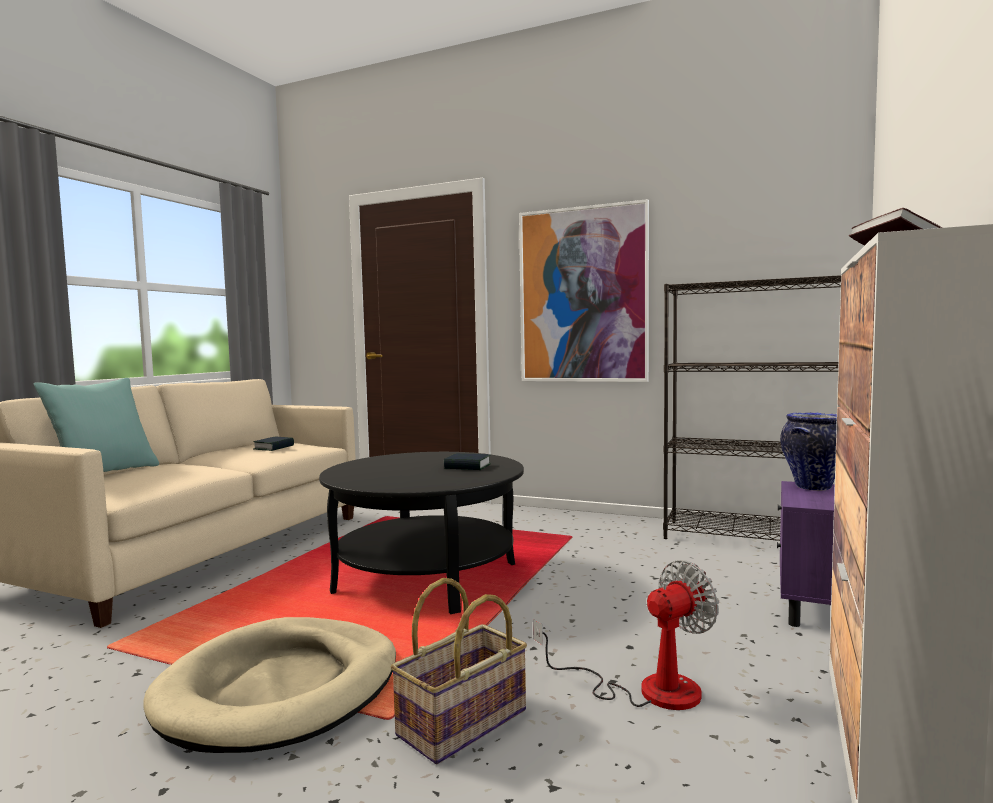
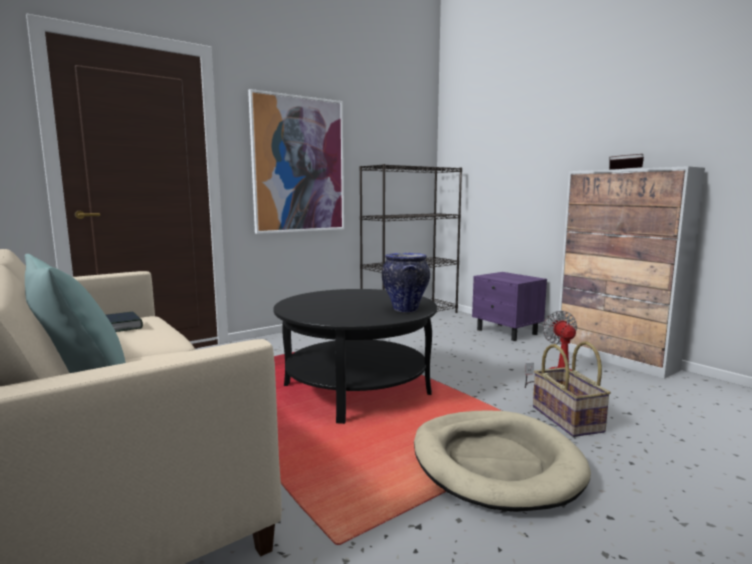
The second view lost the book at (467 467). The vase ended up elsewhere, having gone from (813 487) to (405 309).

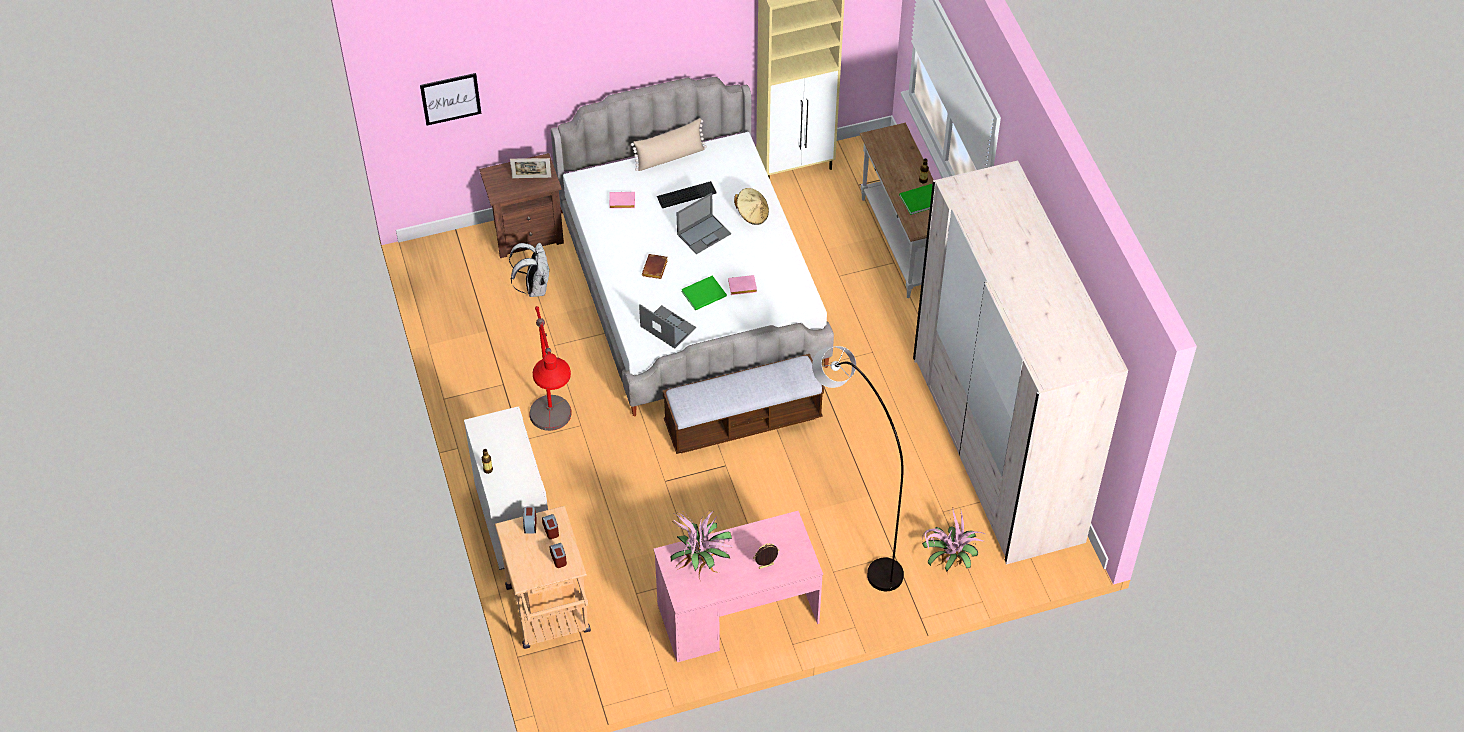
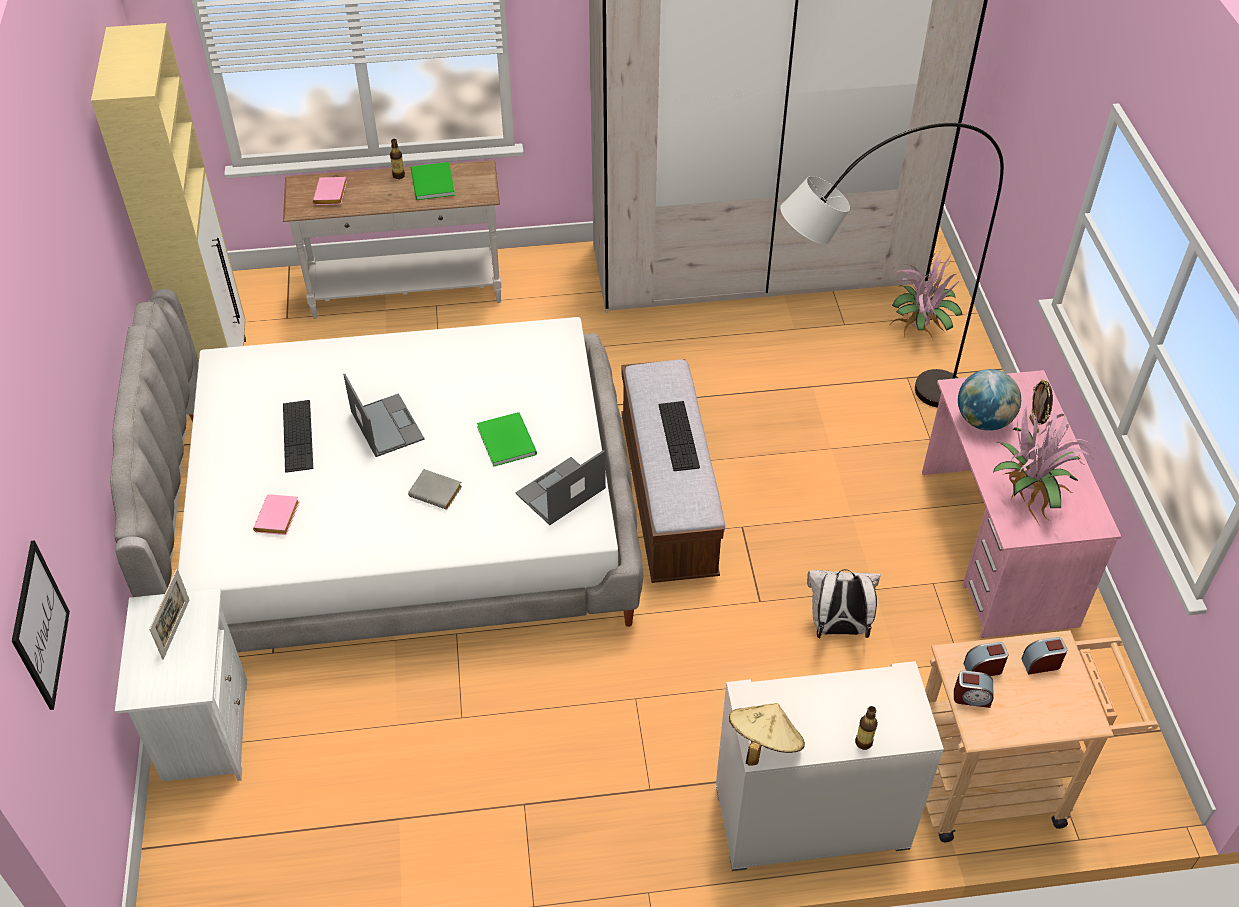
The second view lost the floor lamp in red at (555 437). The second view lost the pillow in beige at (670 157). The second view gained the keyboard at (678 436). The second view gained the globe at (983 421). The backpack in white ended up elsewhere, having gone from (534 287) to (837 628). The book in pink ended up elsewhere, having gone from (741 287) to (331 195). The hat in beige ended up elsewhere, having gone from (752 214) to (763 743). What was the nightstand in brown at (527 234) turned into the nightstand in white at (204 732). What was the book in brown at (655 269) turned into the book in grey at (437 492).

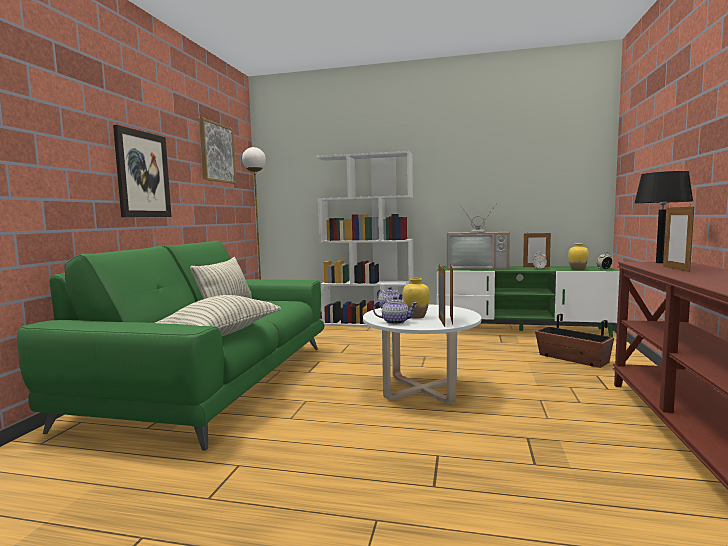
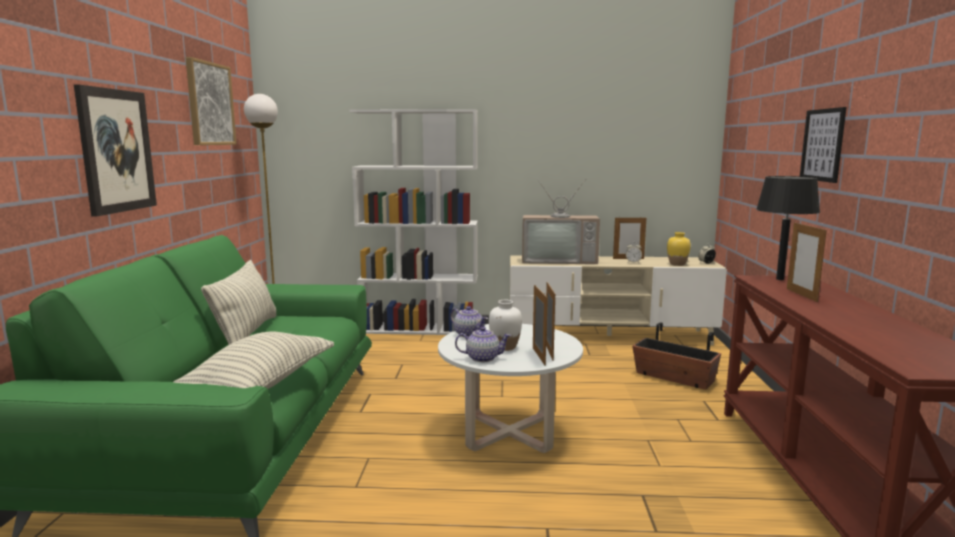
The second view gained the picture at (822 145). What was the vase in yellow at (416 316) turned into the vase in white at (505 347). What was the tv stand in green at (521 330) turned into the tv stand in beige at (609 336).

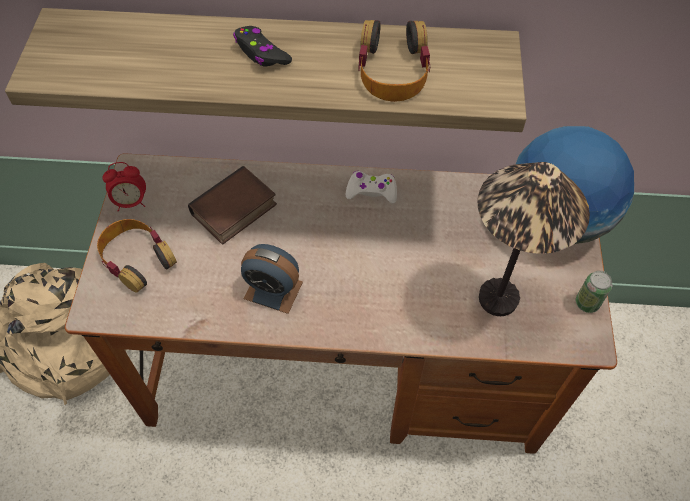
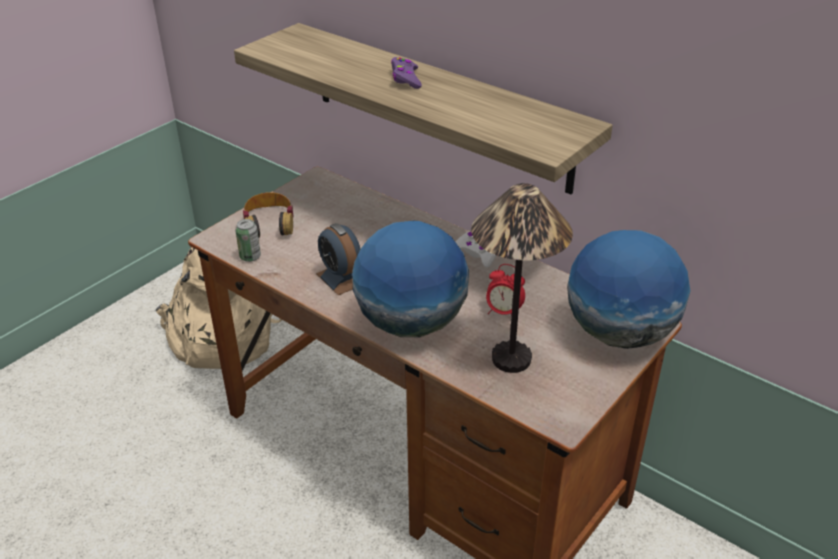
The second view lost the book at (234 211). The second view lost the headphones at (393 69). The second view gained the globe at (411 323). The alarm clock ended up elsewhere, having gone from (131 202) to (503 312). The can ended up elsewhere, having gone from (587 303) to (250 257). What was the game controller in black at (261 53) turned into the game controller in purple at (405 79).

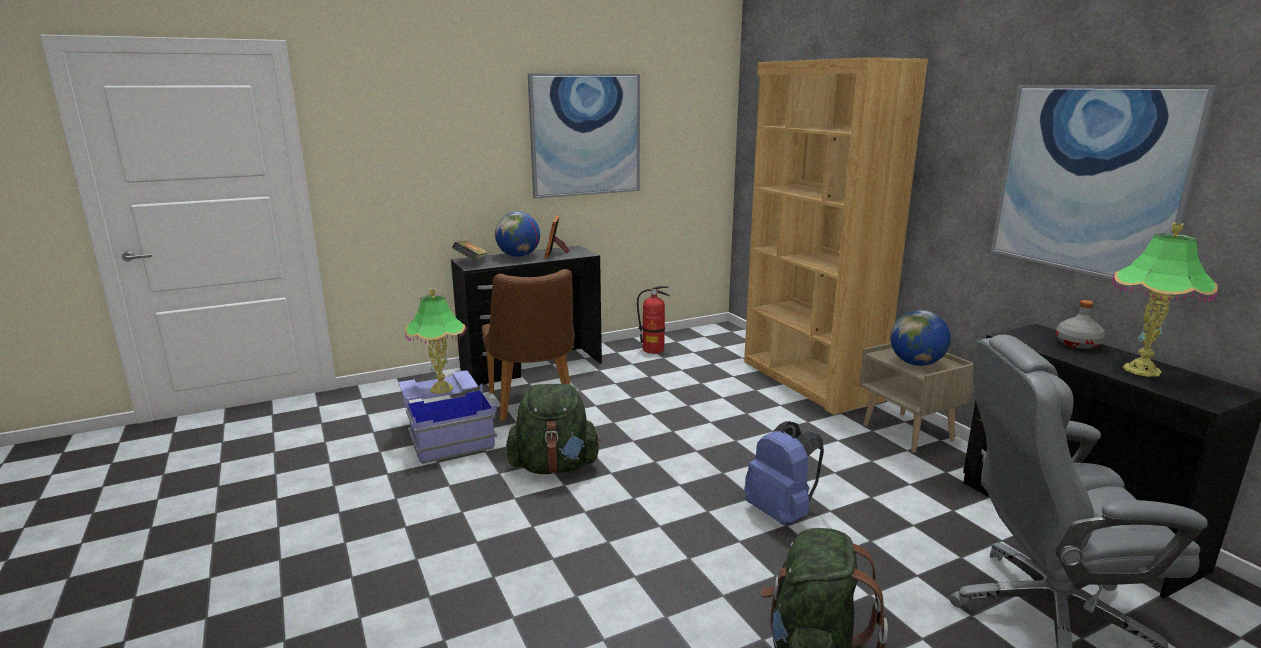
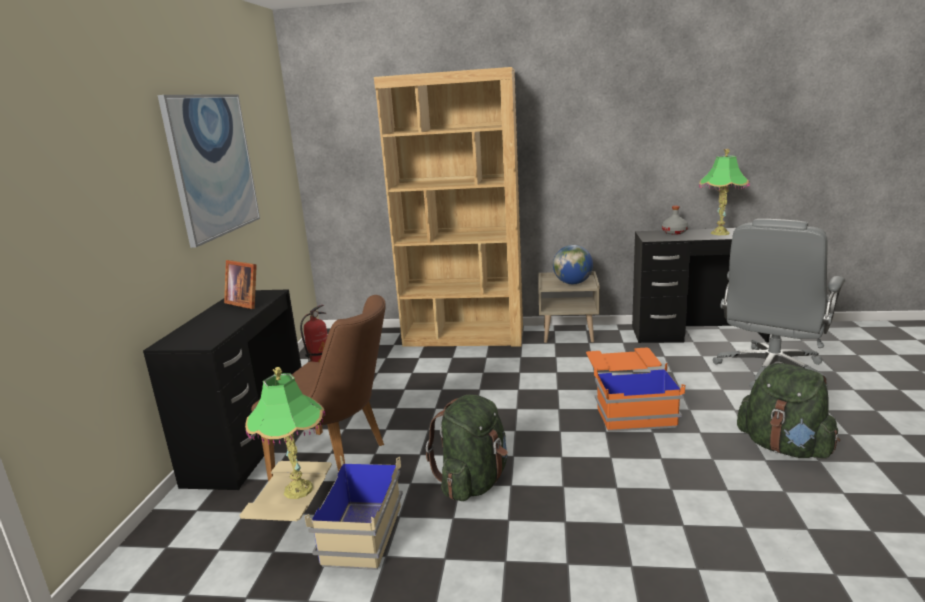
The second view lost the book at (471 262). The second view lost the globe at (519 256). The second view lost the picture at (1090 180). Where the backpack in blue stood at (781 513), the storage box in orange came to stand at (629 406). What was the storage box in blue at (447 434) turned into the storage box in beige at (330 534).

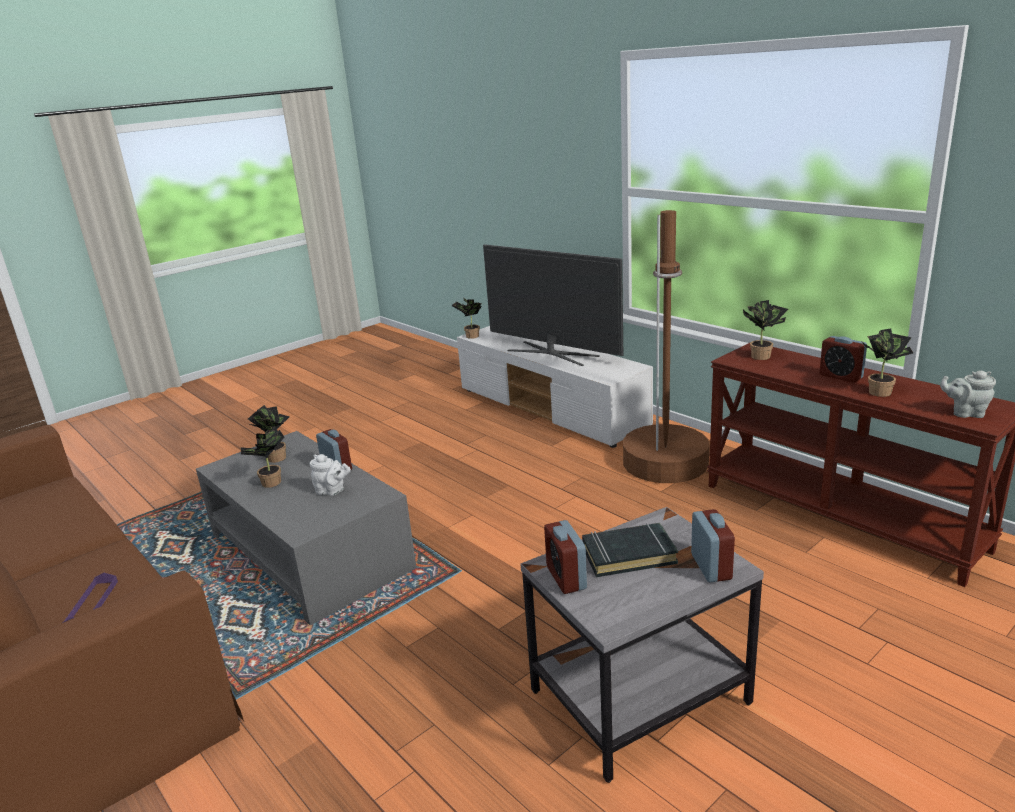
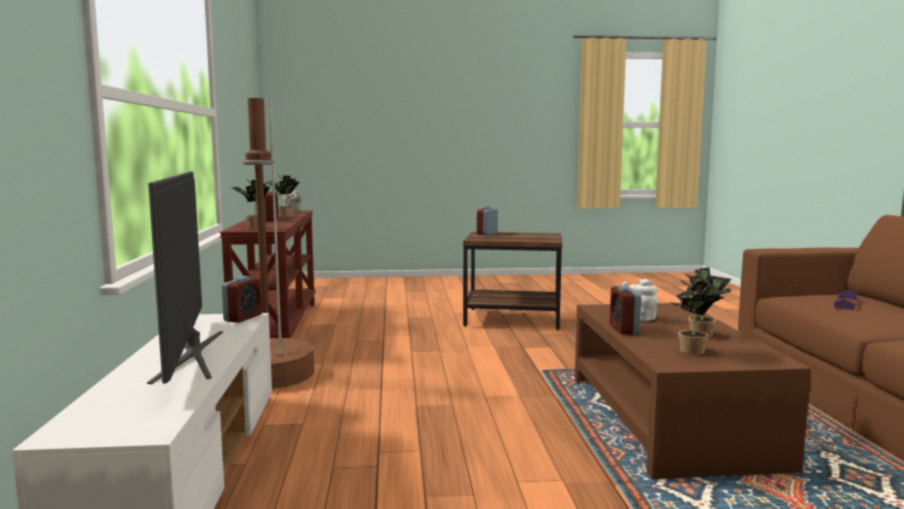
The second view lost the potted plant at (470 336). The second view lost the book in black at (628 555). The alarm clock ended up elsewhere, having gone from (566 578) to (243 318). What was the coffee table in grey at (309 551) turned into the coffee table in brown at (669 420). What was the side table in grey at (640 699) turned into the side table in brown at (513 319).

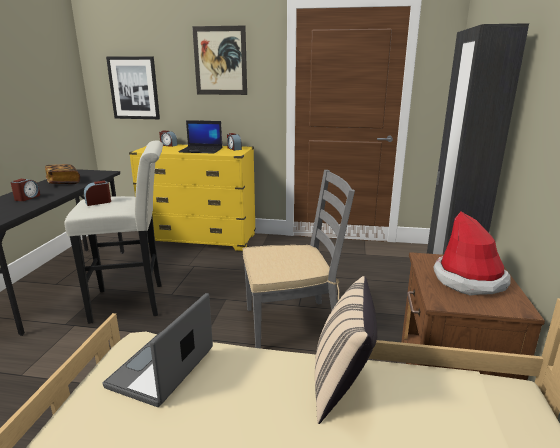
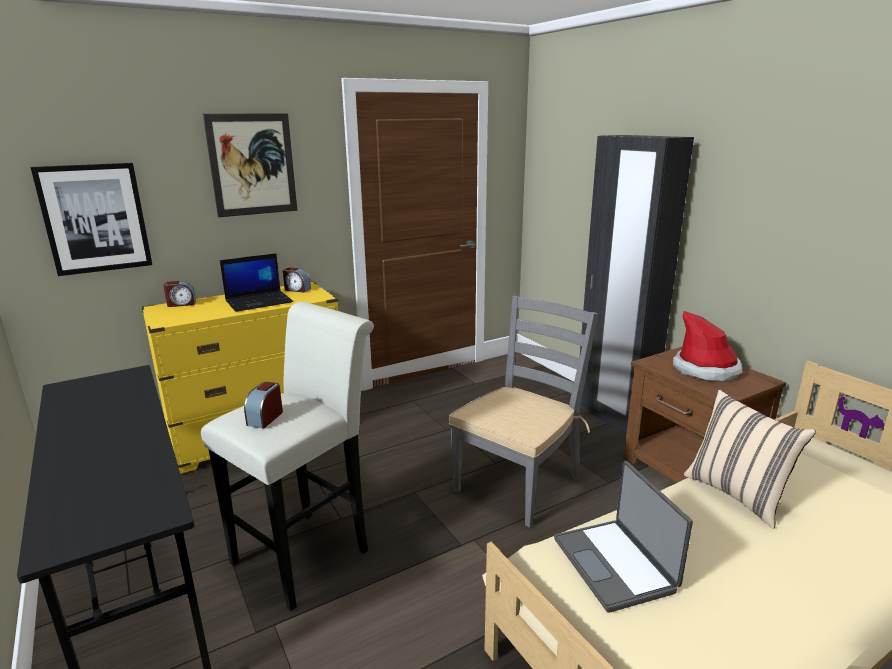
The second view lost the alarm clock at (27 198). The second view lost the book at (63 182).

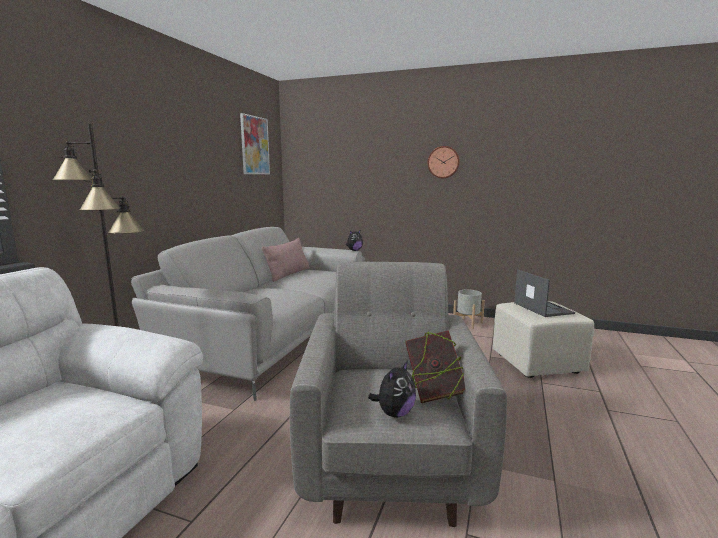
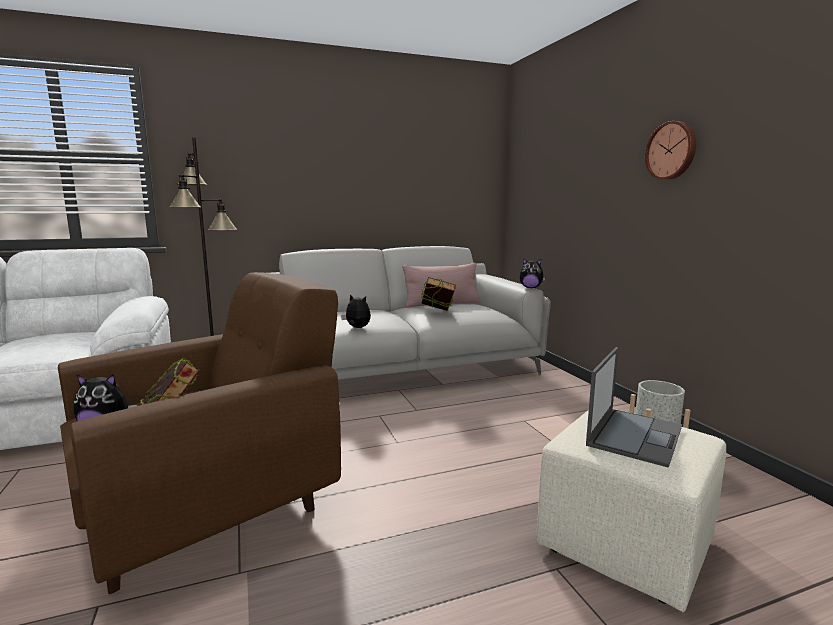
The second view lost the picture at (254 145). The second view gained the plush toy at (357 328). The second view gained the book at (437 313). What was the armchair in grey at (391 459) turned into the armchair in brown at (214 511).

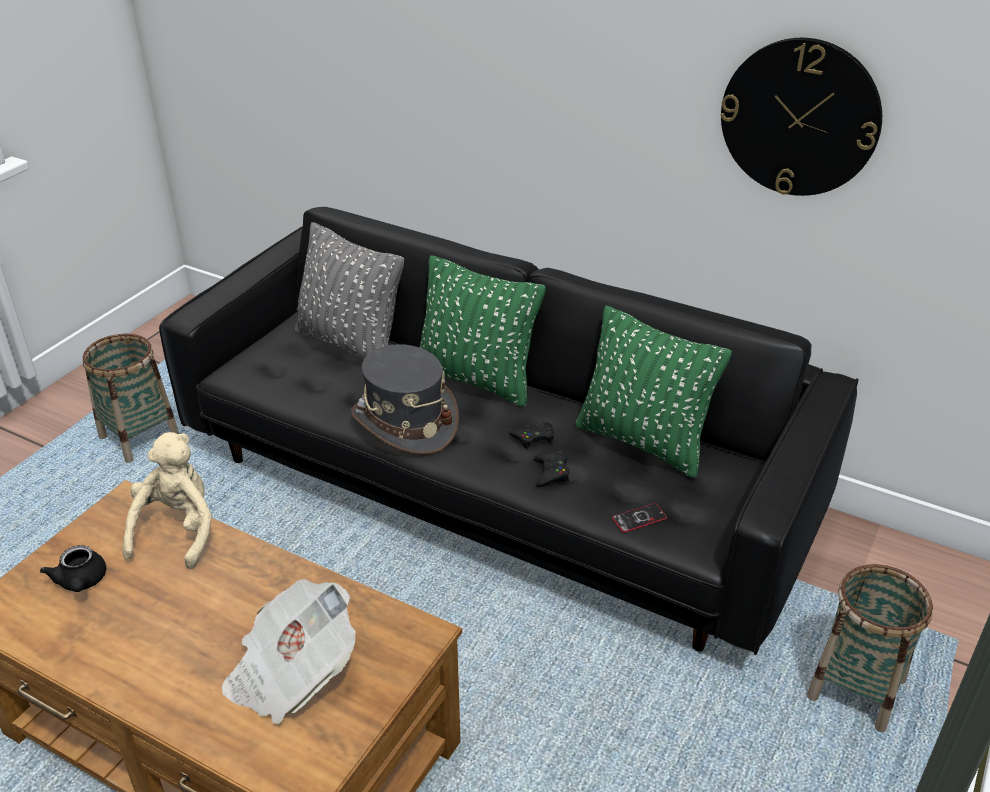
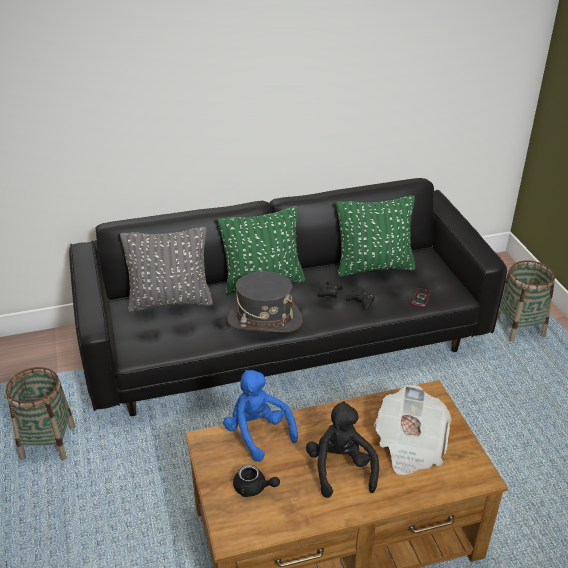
The second view lost the wall clock at (799 118). The second view gained the plush toy in black at (340 468). What was the plush toy in beige at (177 530) turned into the plush toy in blue at (257 433).

